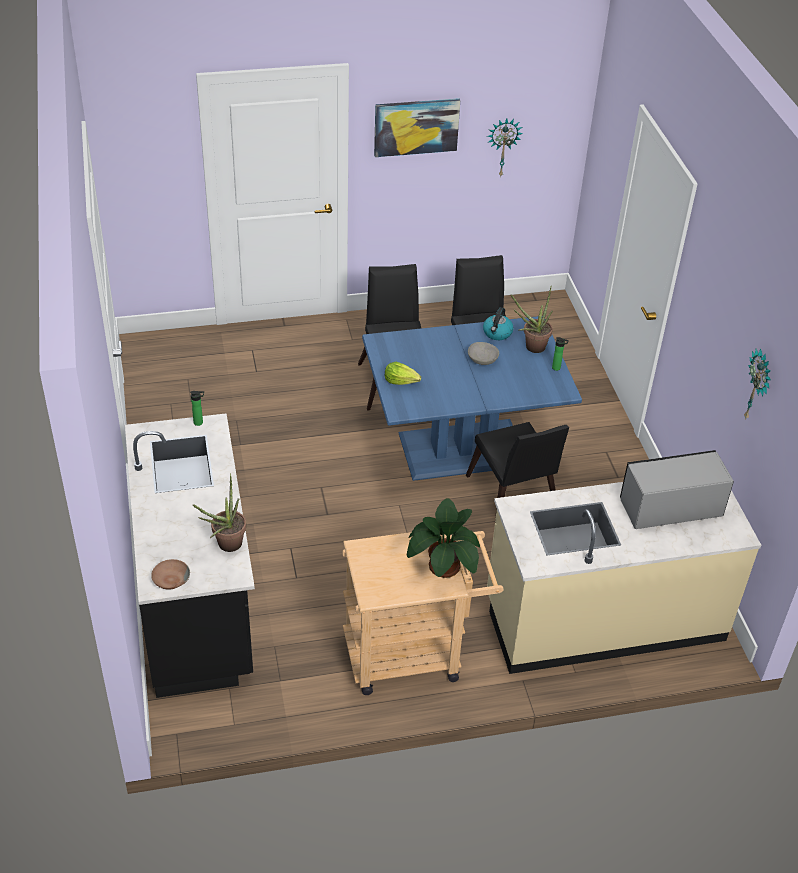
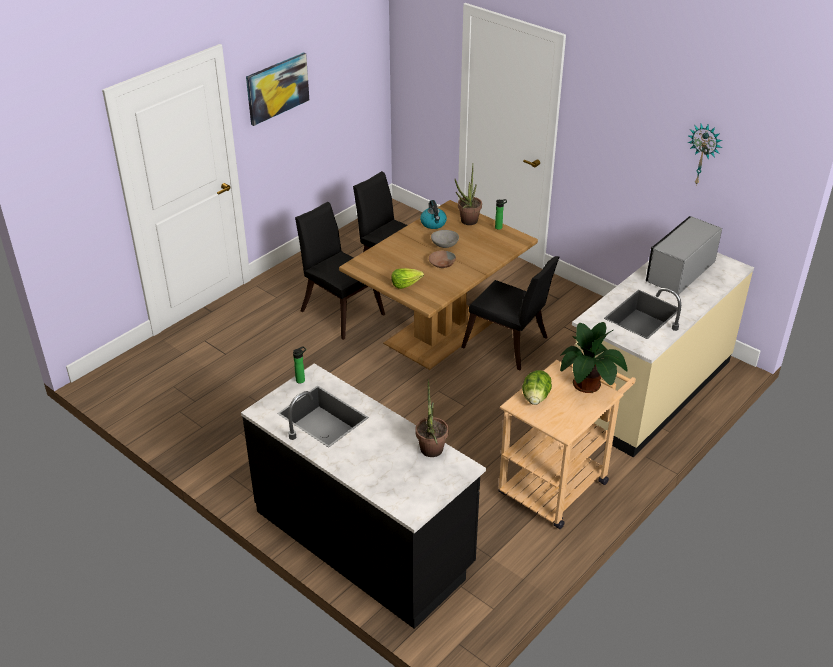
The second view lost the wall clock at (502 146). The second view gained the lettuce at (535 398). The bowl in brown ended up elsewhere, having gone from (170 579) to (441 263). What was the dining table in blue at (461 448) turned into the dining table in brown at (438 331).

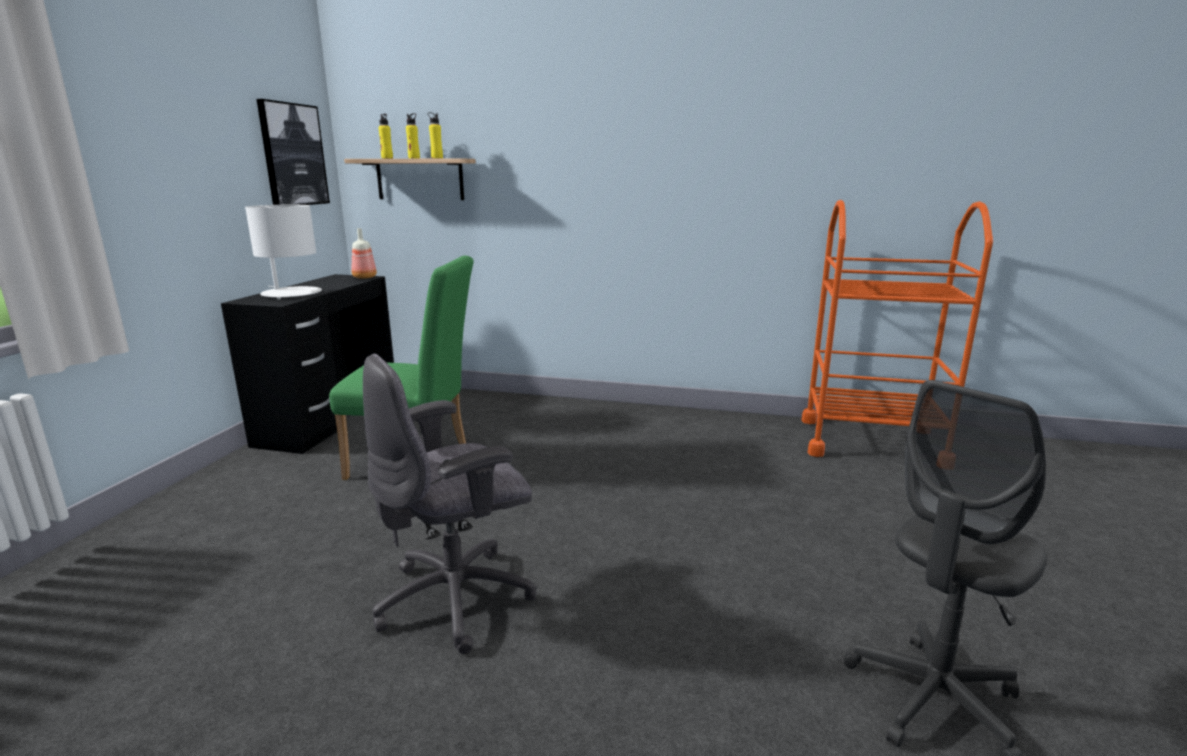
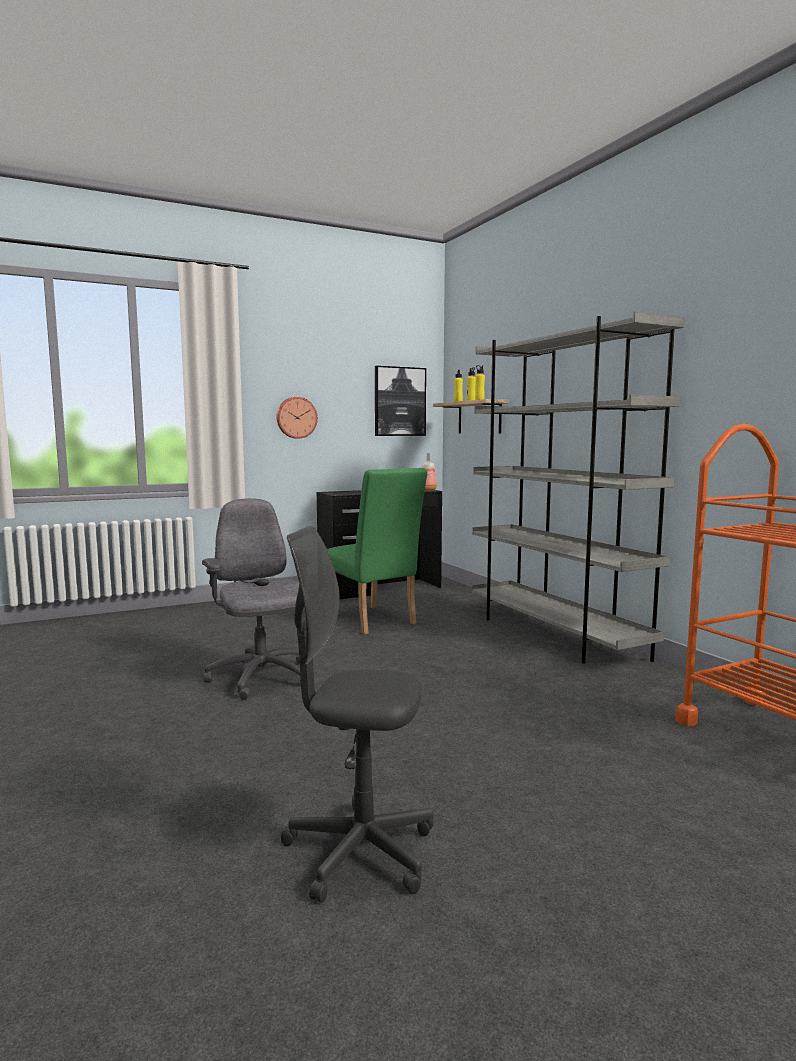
The second view lost the table lamp in white at (291 294). The second view gained the wall clock at (296 417). The second view gained the bookcase in grey at (555 635). The office chair in grey at (458 598) ended up facing another way, 45 degrees clockwise from before.

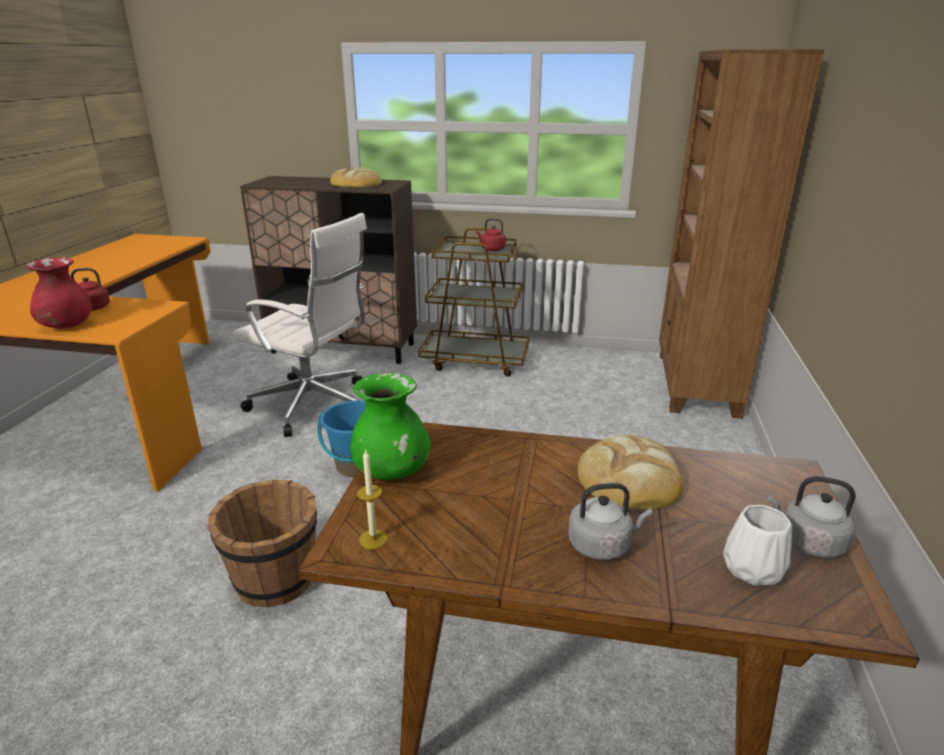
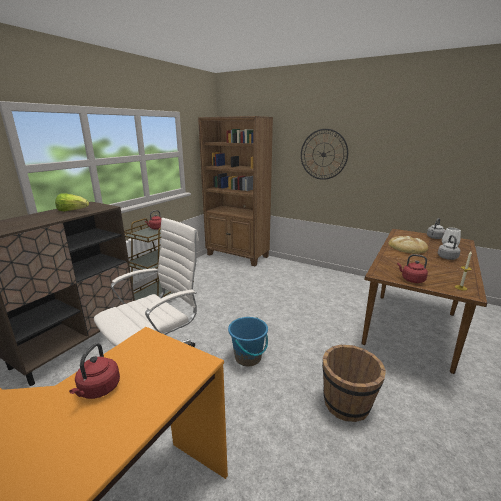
The second view lost the vase in red at (67 326). The second view gained the wall clock at (323 154). Where the bread stood at (356 183), the lettuce came to stand at (72 211). Where the vase in green stood at (392 471), the kettle in red came to stand at (411 280).

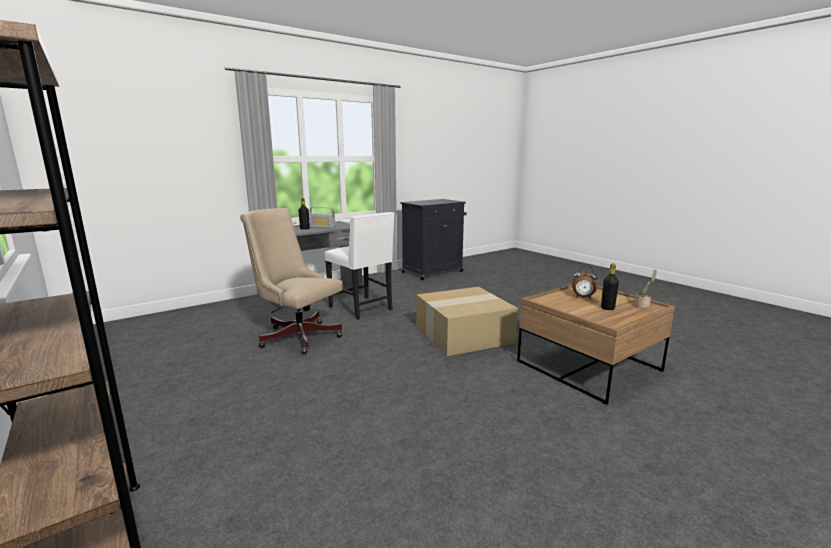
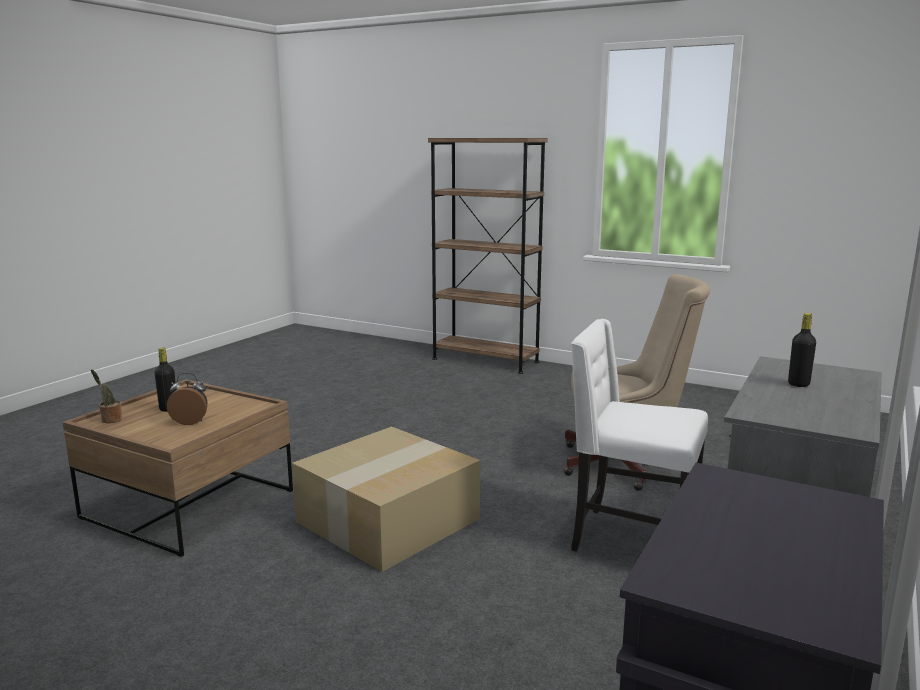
The second view lost the radio at (322 227).

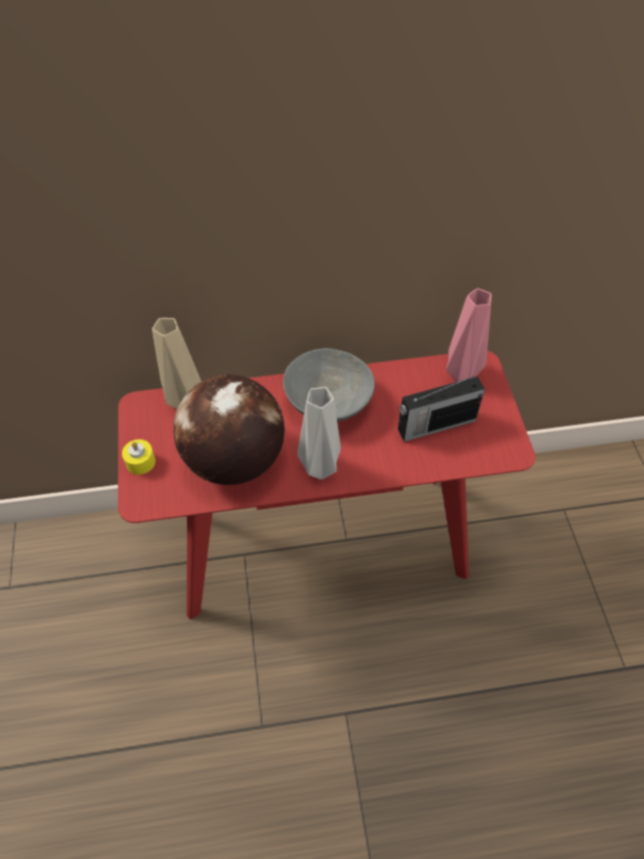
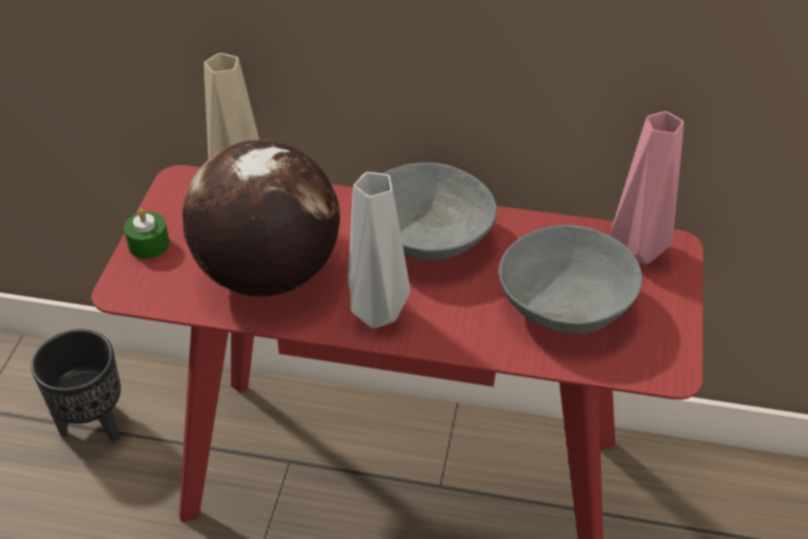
The second view gained the planter in black at (94 423). Where the radio stood at (435 425), the bowl in grey came to stand at (566 305). What was the candle in yellow at (140 462) turned into the candle in green at (149 245).

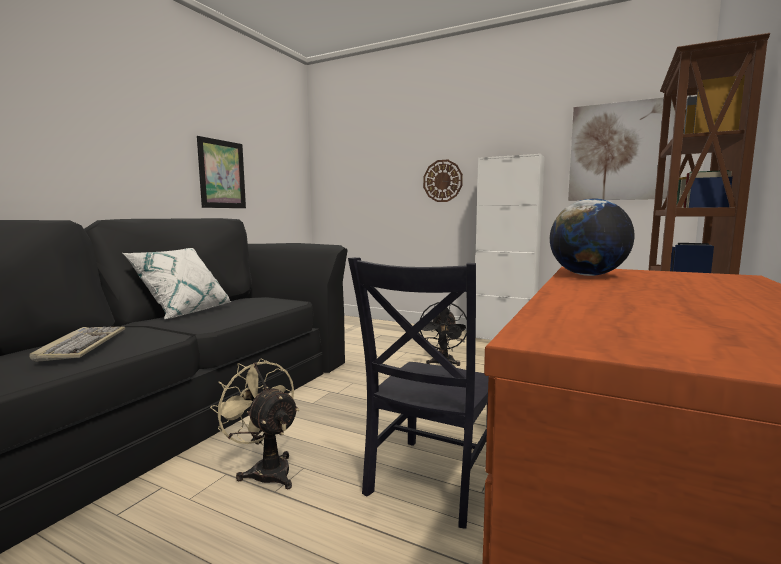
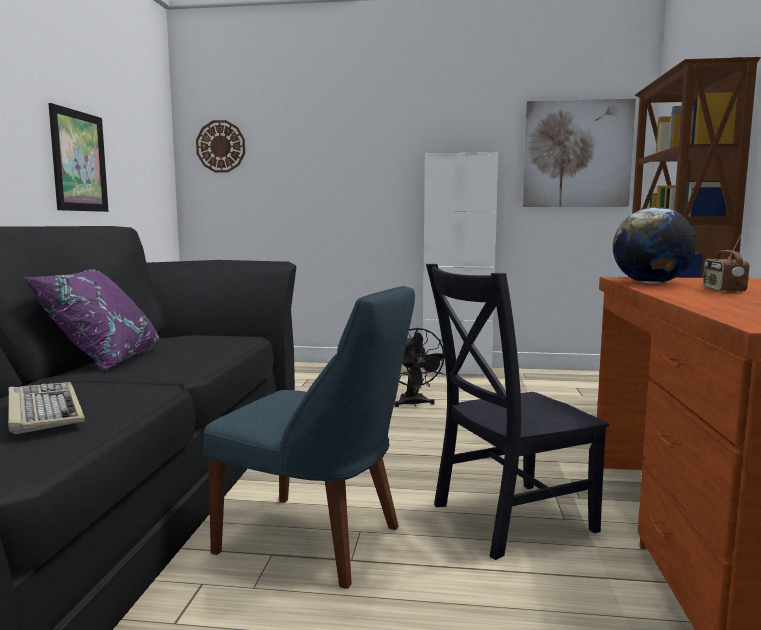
The second view gained the radio at (722 290). The wall clock ended up elsewhere, having gone from (442 181) to (221 146). Where the fan in beige stood at (266 469), the chair in blue came to stand at (317 541). What was the pillow in white at (185 312) turned into the pillow in purple at (104 361). The chair in black at (429 481) ended up facing another way, 60 degrees clockwise from before.

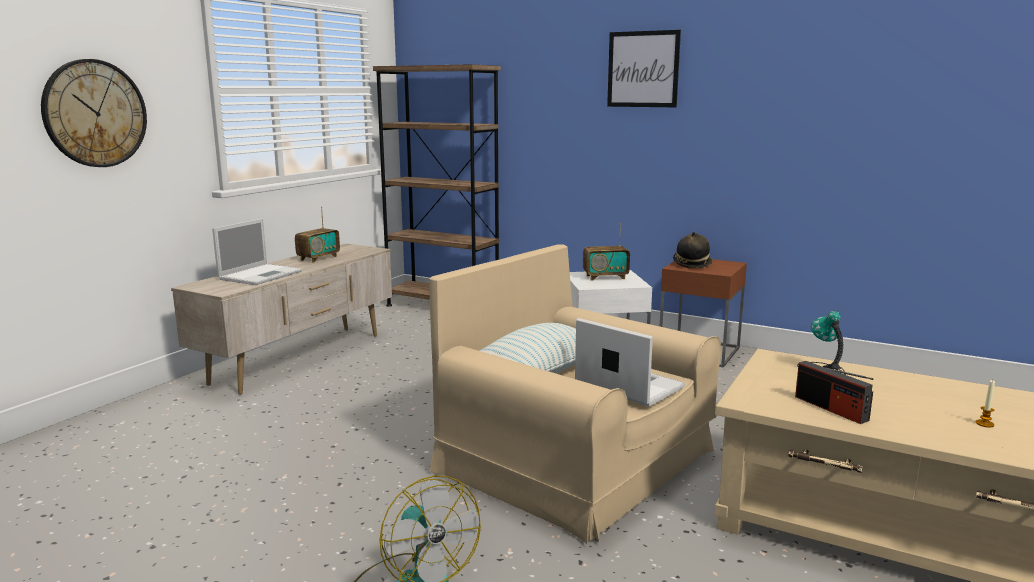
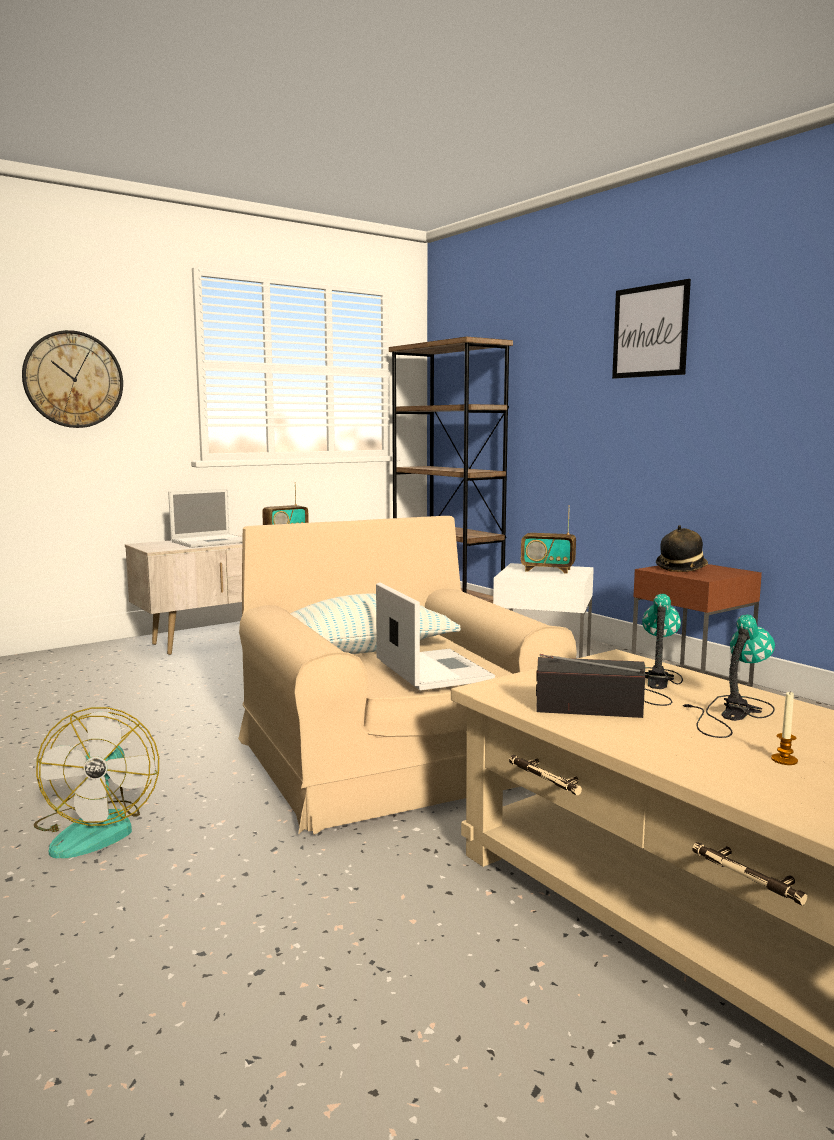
The second view gained the table lamp at (729 713). The radio at (831 408) ended up facing another way, 105 degrees clockwise from before.

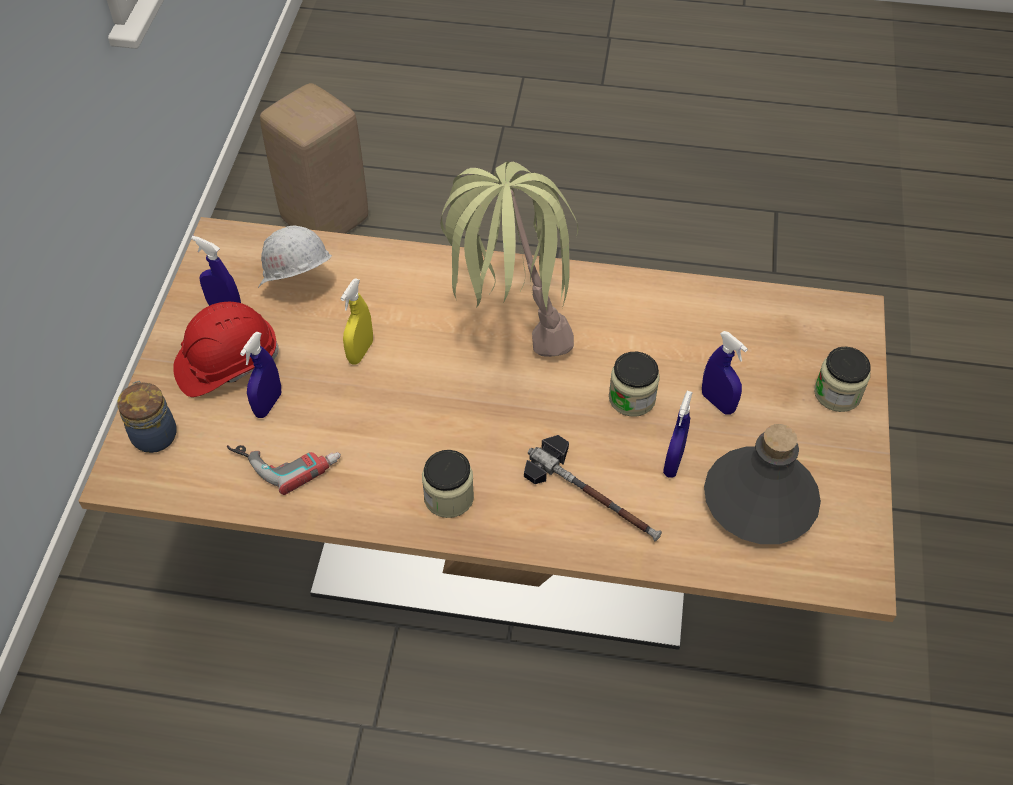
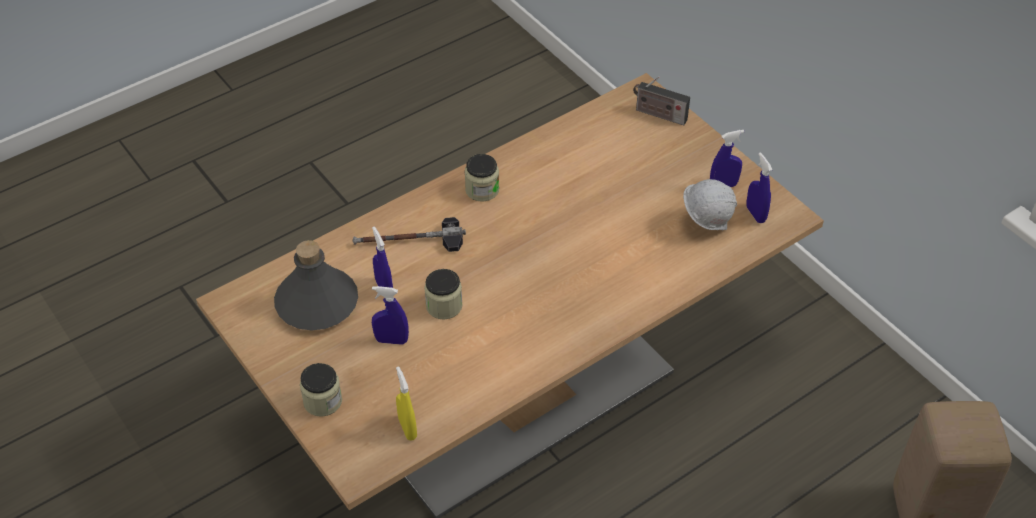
The second view lost the hard hat in red at (227 363). The second view lost the power drill at (286 457). The second view lost the potted plant at (509 331). The spray bottle in blue ended up elsewhere, having gone from (268 404) to (755 214). The spray bottle in yellow ended up elsewhere, having gone from (360 352) to (407 428). Where the jar stood at (154 434), the radio came to stand at (658 114).

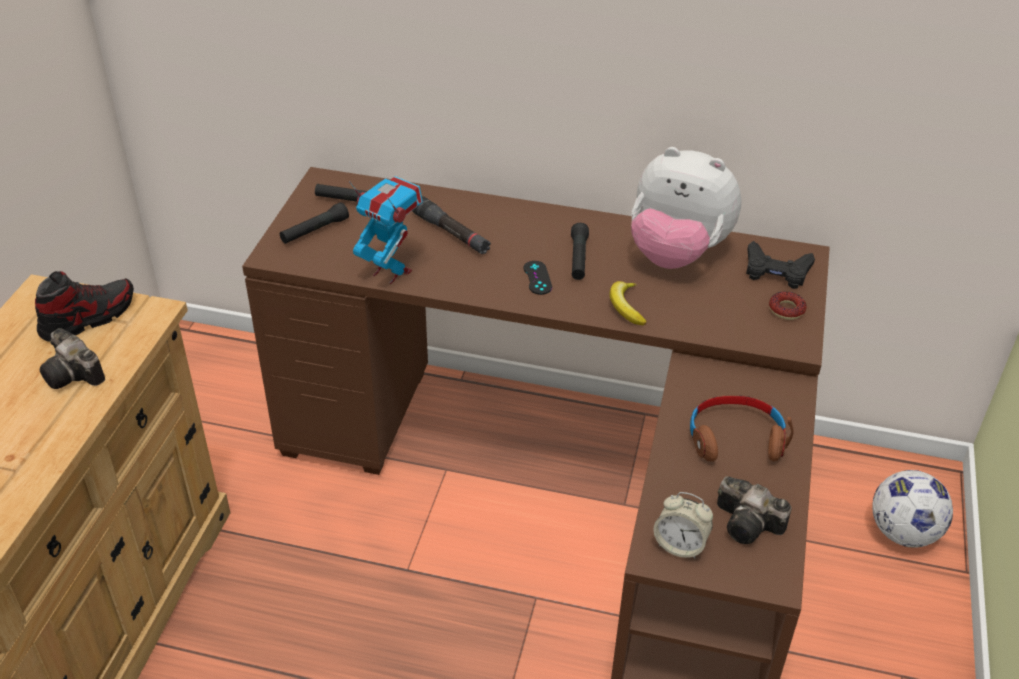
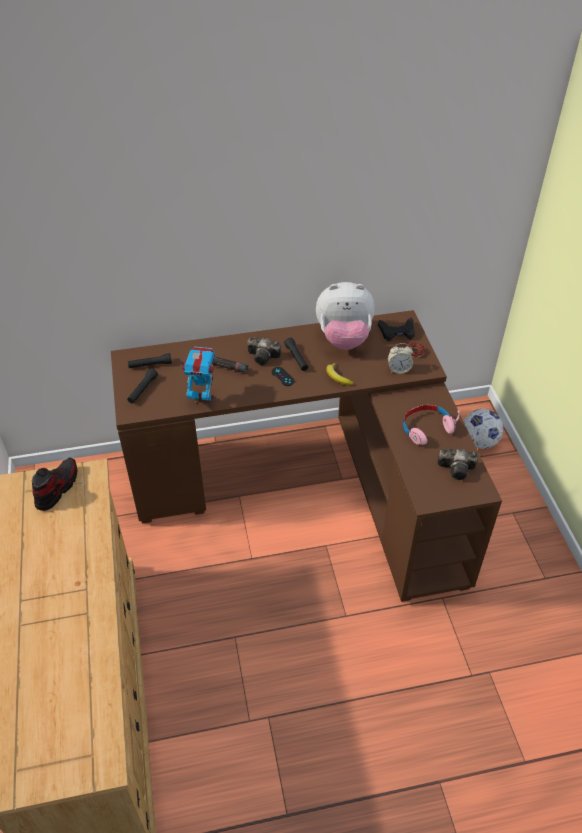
The photo camera ended up elsewhere, having gone from (75 375) to (264 357). The alarm clock ended up elsewhere, having gone from (680 545) to (399 369). What was the headphones in brown at (735 438) turned into the headphones in pink at (426 428).

